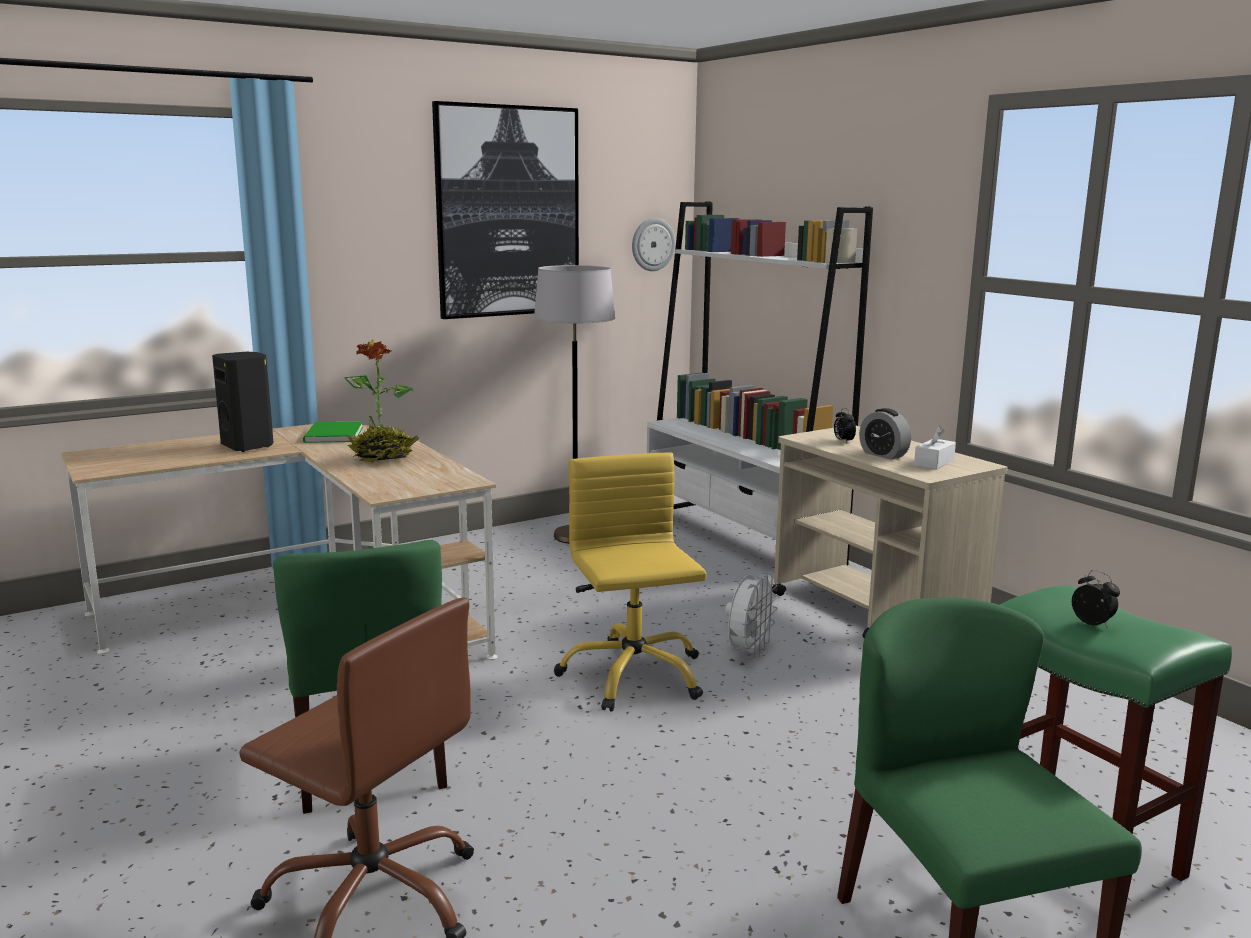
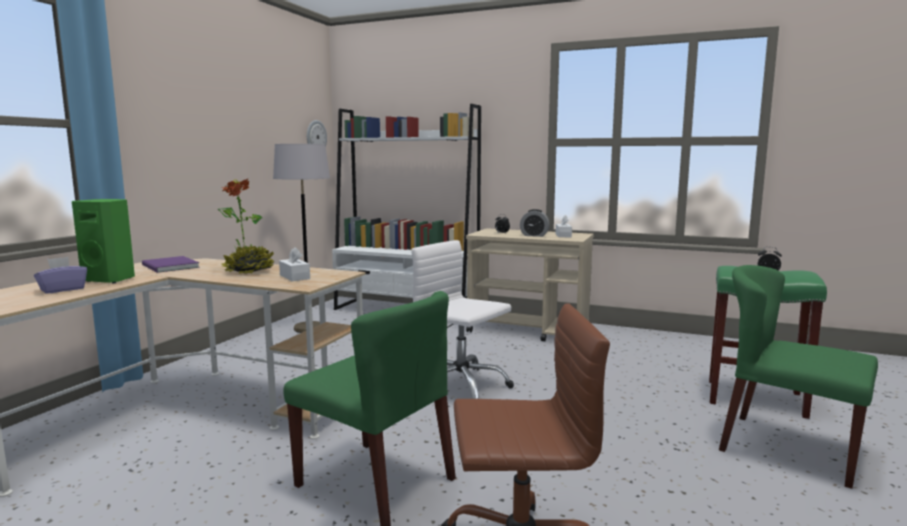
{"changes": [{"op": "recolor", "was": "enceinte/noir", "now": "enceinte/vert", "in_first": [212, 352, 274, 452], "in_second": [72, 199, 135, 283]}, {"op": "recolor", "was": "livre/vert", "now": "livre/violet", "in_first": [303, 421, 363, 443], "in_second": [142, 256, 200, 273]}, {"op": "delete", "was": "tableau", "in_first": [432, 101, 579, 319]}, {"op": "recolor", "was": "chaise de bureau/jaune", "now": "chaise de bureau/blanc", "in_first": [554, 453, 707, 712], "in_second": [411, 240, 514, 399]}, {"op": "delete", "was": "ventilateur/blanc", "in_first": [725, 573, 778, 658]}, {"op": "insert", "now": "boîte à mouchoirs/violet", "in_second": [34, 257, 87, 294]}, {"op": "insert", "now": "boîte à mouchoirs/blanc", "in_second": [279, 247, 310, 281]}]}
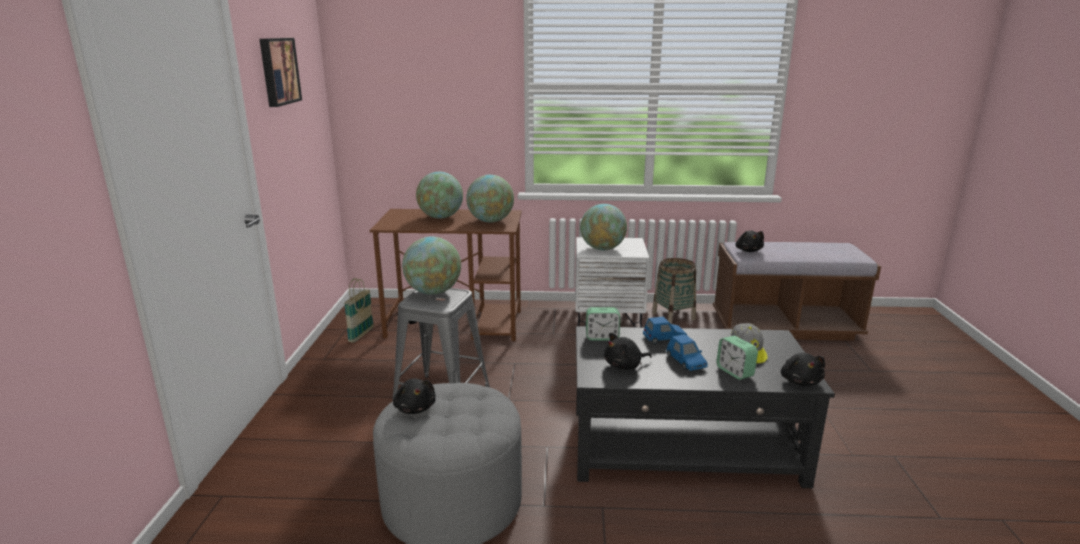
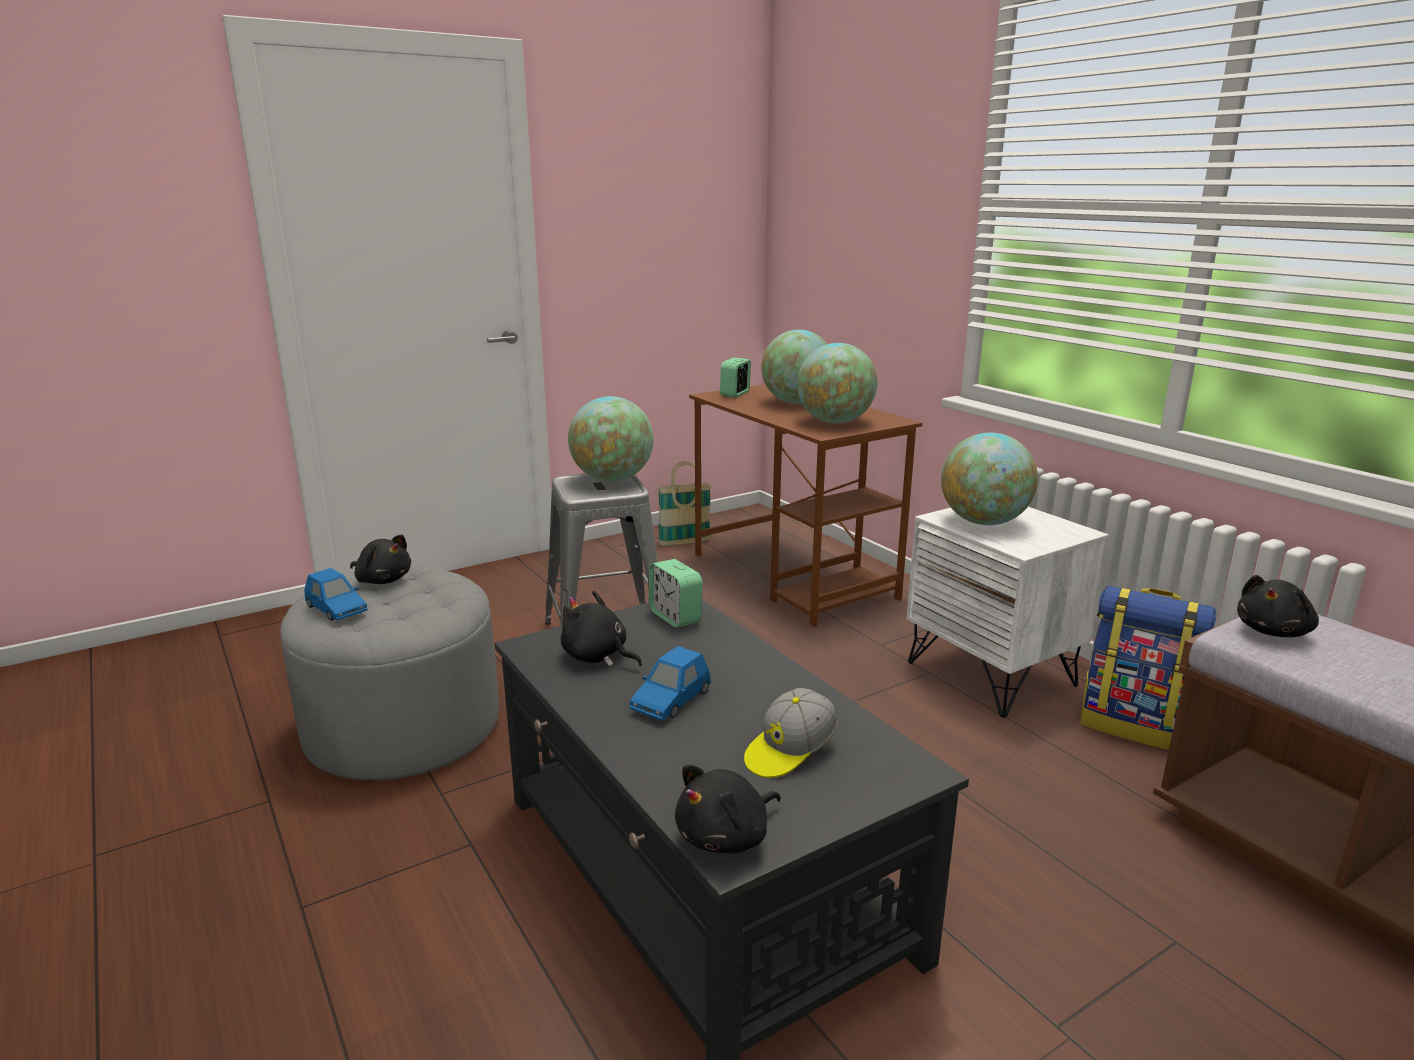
{"changes": [{"op": "delete", "was": "tableau", "in_first": [259, 38, 302, 107]}, {"op": "rotate", "was": "peluche/noir", "in_first": [393, 379, 436, 414], "in_second": [350, 535, 411, 584], "clockwise": -90}, {"op": "move", "was": "petite voiture/bleu", "in_first": [643, 316, 687, 344], "in_second": [304, 568, 368, 621]}, {"op": "replace", "was": "panier", "now": "sac à dos", "in_first": [652, 258, 696, 324], "in_second": [1081, 586, 1216, 750]}, {"op": "move", "was": "réveil", "in_first": [716, 336, 758, 380], "in_second": [720, 357, 751, 397]}]}
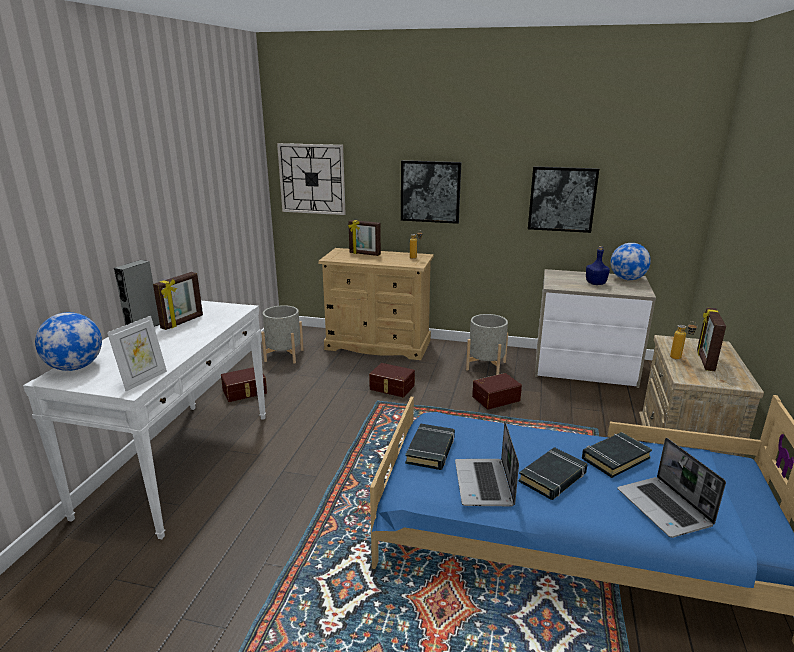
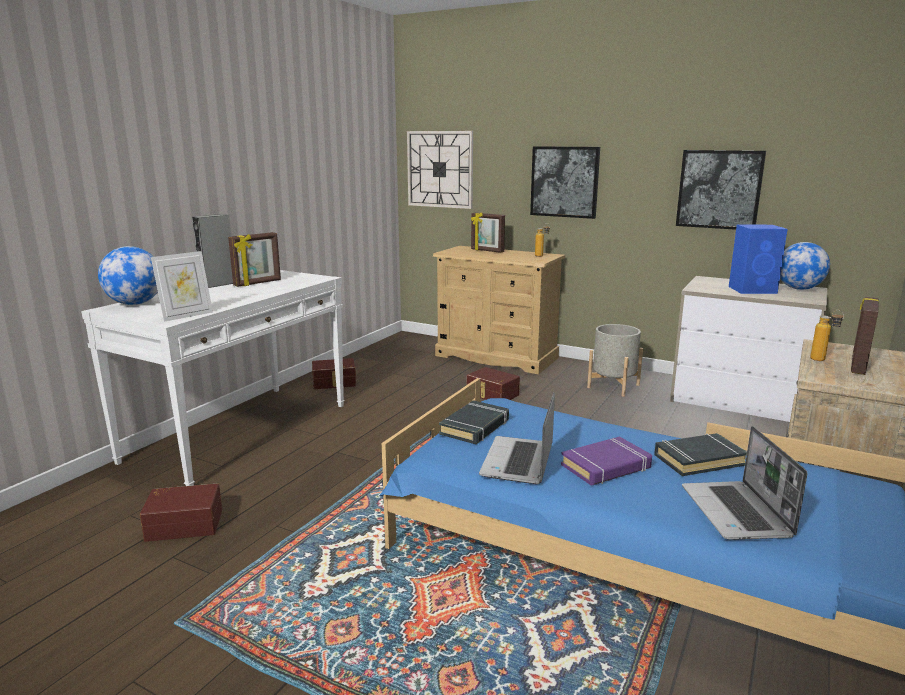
{"changes": [{"op": "delete", "was": "cache-pot/gris", "in_first": [261, 305, 304, 364]}, {"op": "move", "was": "boîte de rangement/marron", "in_first": [472, 373, 522, 410], "in_second": [140, 483, 222, 542]}, {"op": "recolor", "was": "livre/noir", "now": "livre/violet", "in_first": [519, 447, 587, 500], "in_second": [561, 436, 652, 486]}, {"op": "replace", "was": "bouteille/bleu", "now": "enceinte/bleu", "in_first": [586, 246, 610, 285], "in_second": [729, 225, 788, 294]}]}
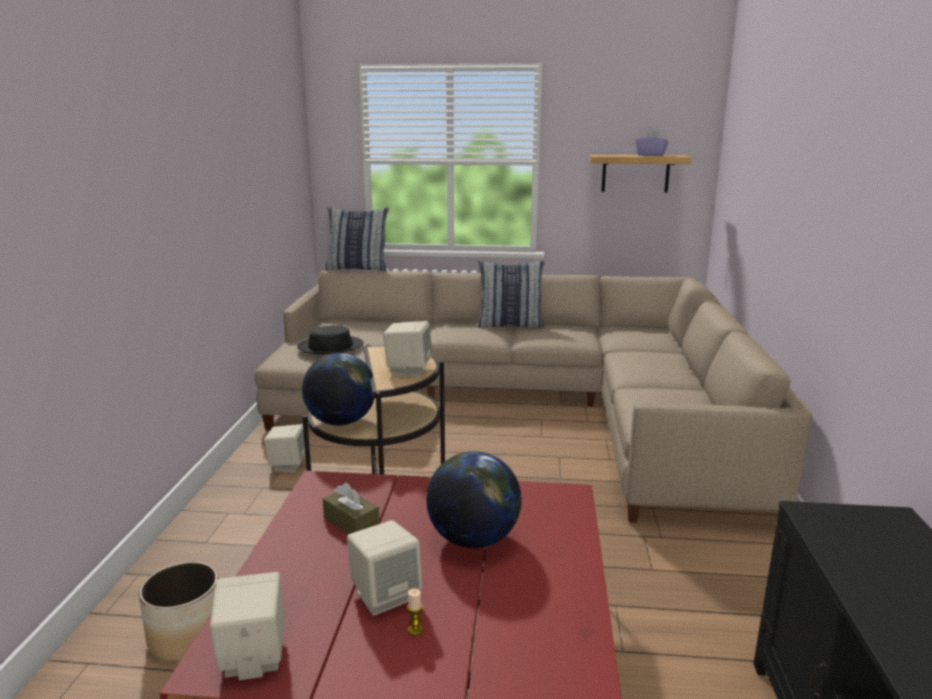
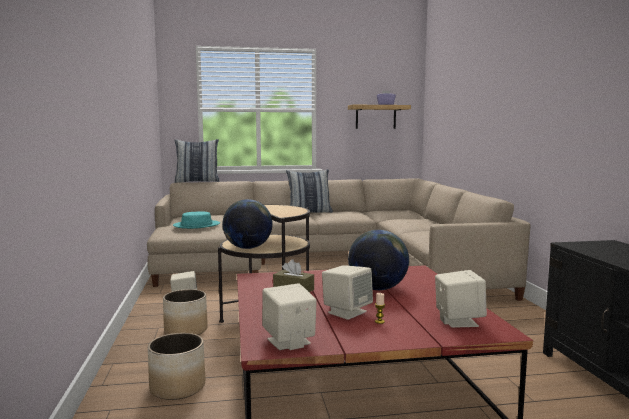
{"changes": [{"op": "recolor", "was": "chapeau/noir", "now": "chapeau/turquoise", "in_first": [297, 326, 363, 354], "in_second": [173, 211, 220, 229]}, {"op": "move", "was": "enceinte/beige", "in_first": [383, 321, 432, 377], "in_second": [435, 270, 487, 328]}, {"op": "insert", "now": "cache-pot", "in_second": [163, 289, 208, 335]}]}
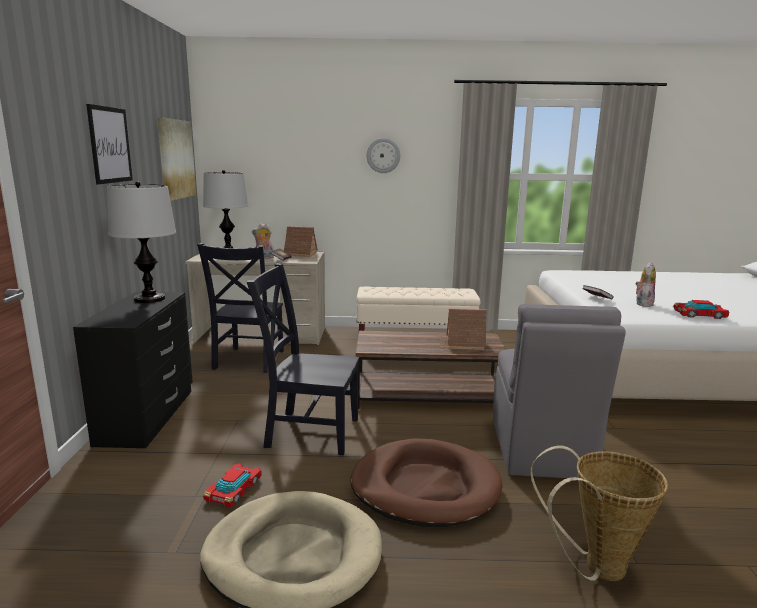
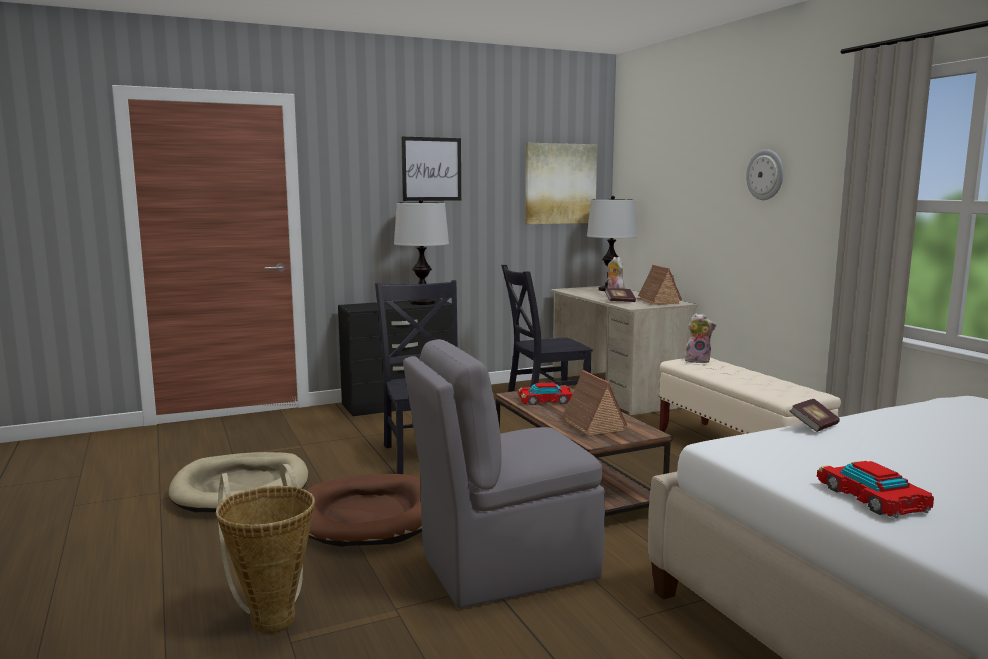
{"changes": [{"op": "move", "was": "petite voiture", "in_first": [203, 463, 262, 508], "in_second": [518, 383, 573, 405]}, {"op": "move", "was": "peluche", "in_first": [635, 262, 656, 307], "in_second": [685, 313, 717, 363]}]}
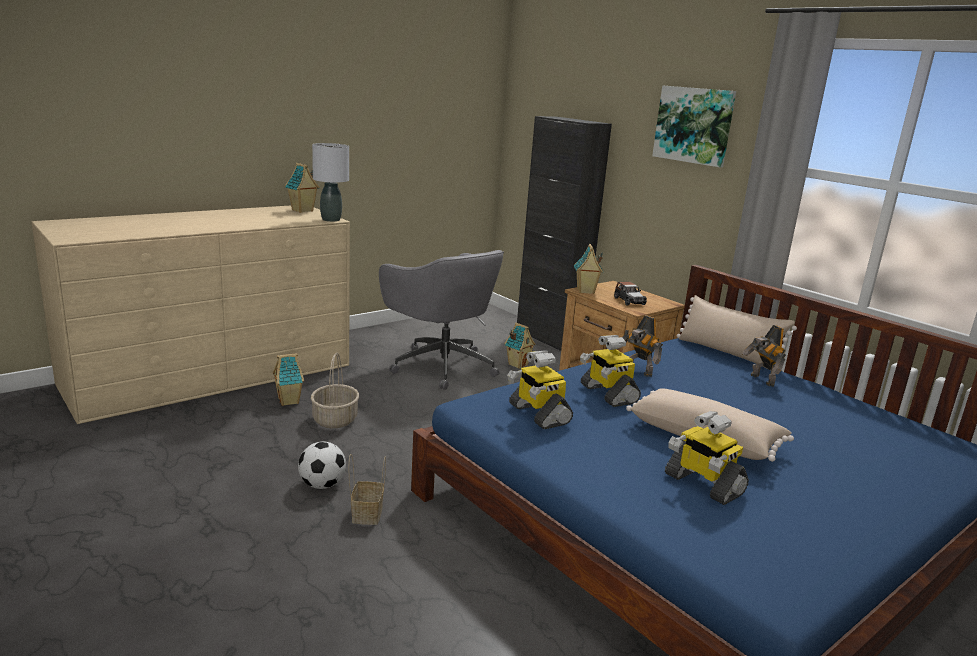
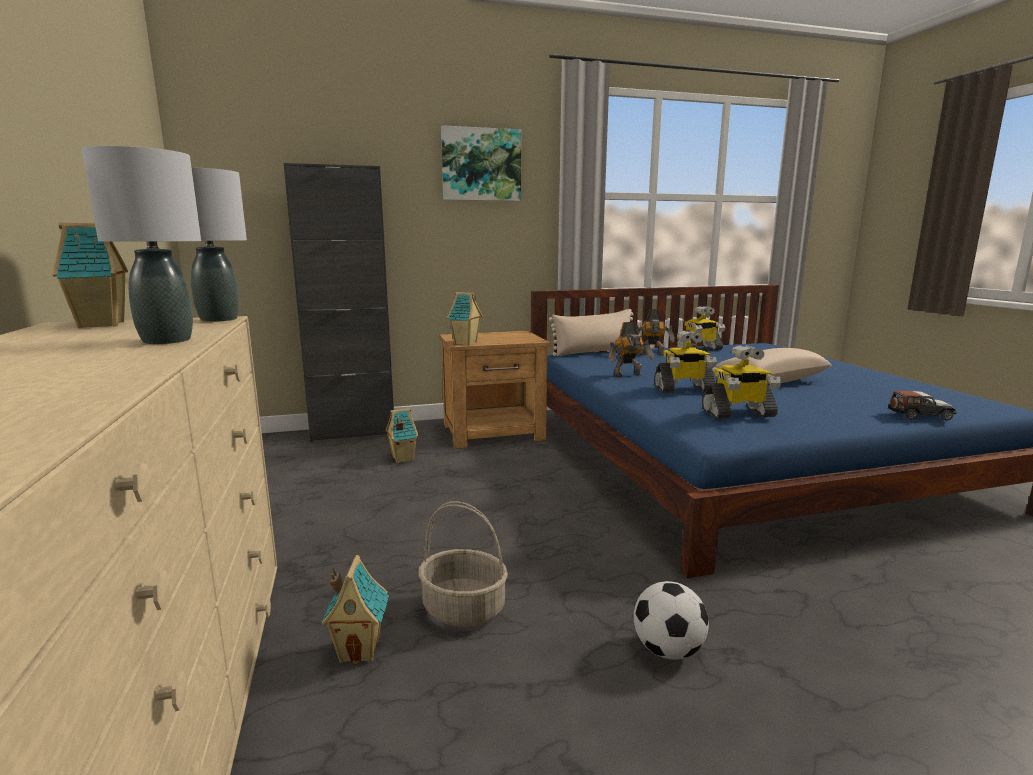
{"changes": [{"op": "delete", "was": "panier", "in_first": [349, 454, 386, 525]}, {"op": "delete", "was": "chaise de bureau/gris", "in_first": [379, 250, 504, 390]}, {"op": "move", "was": "petite voiture", "in_first": [614, 282, 647, 306], "in_second": [888, 391, 957, 421]}, {"op": "move", "was": "robot jouet", "in_first": [665, 411, 749, 505], "in_second": [677, 306, 725, 350]}, {"op": "insert", "now": "lampe de table/gris", "in_second": [82, 146, 201, 344]}]}
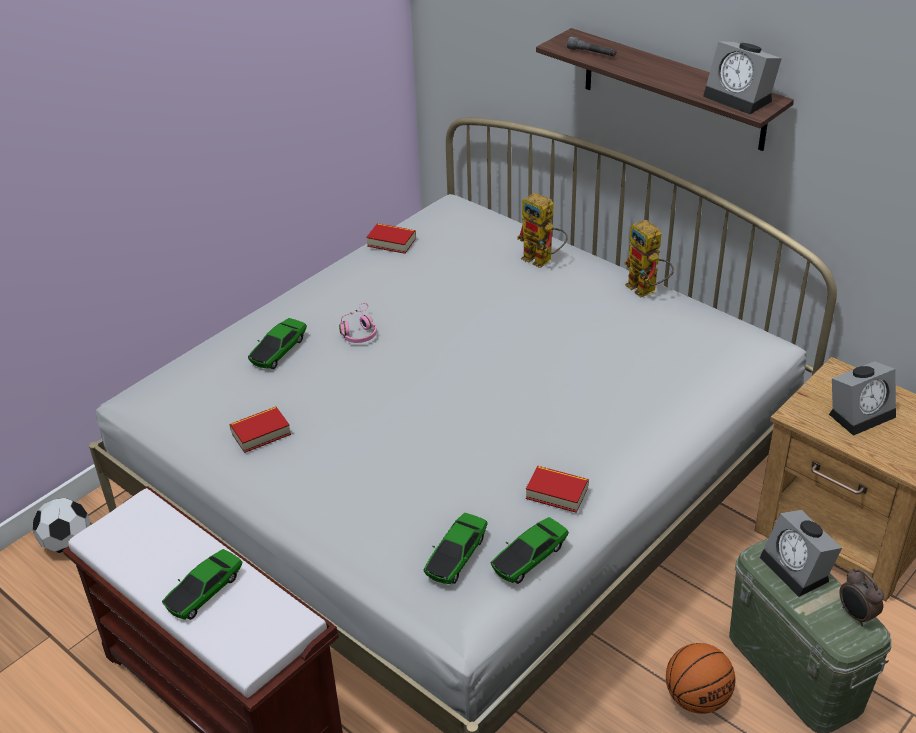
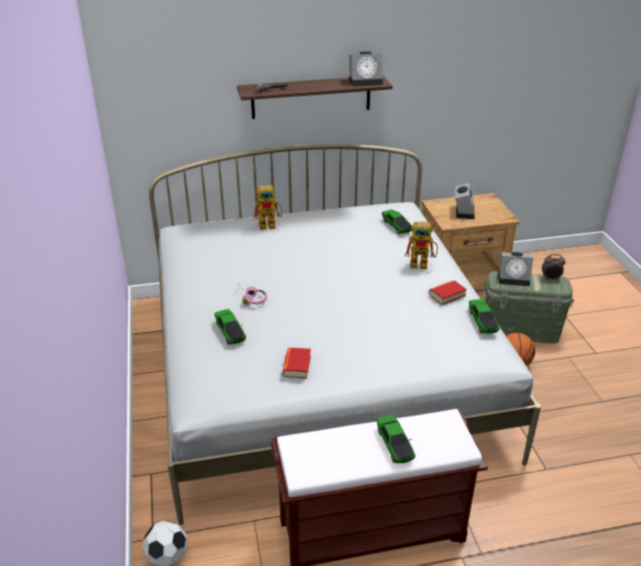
{"changes": [{"op": "delete", "was": "livre", "in_first": [366, 223, 416, 254]}, {"op": "move", "was": "petite voiture", "in_first": [424, 513, 488, 584], "in_second": [382, 209, 413, 234]}, {"op": "move", "was": "robot jouet", "in_first": [624, 220, 674, 297], "in_second": [405, 222, 438, 269]}]}
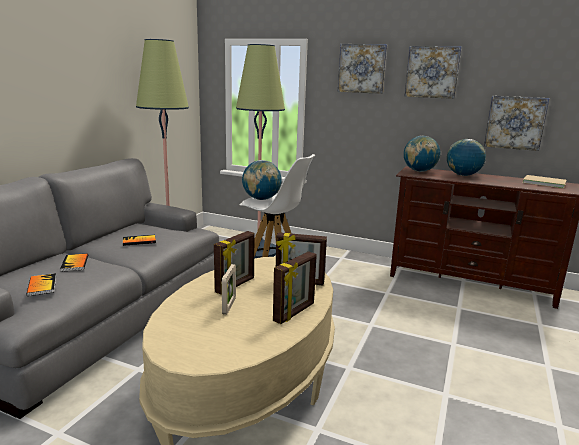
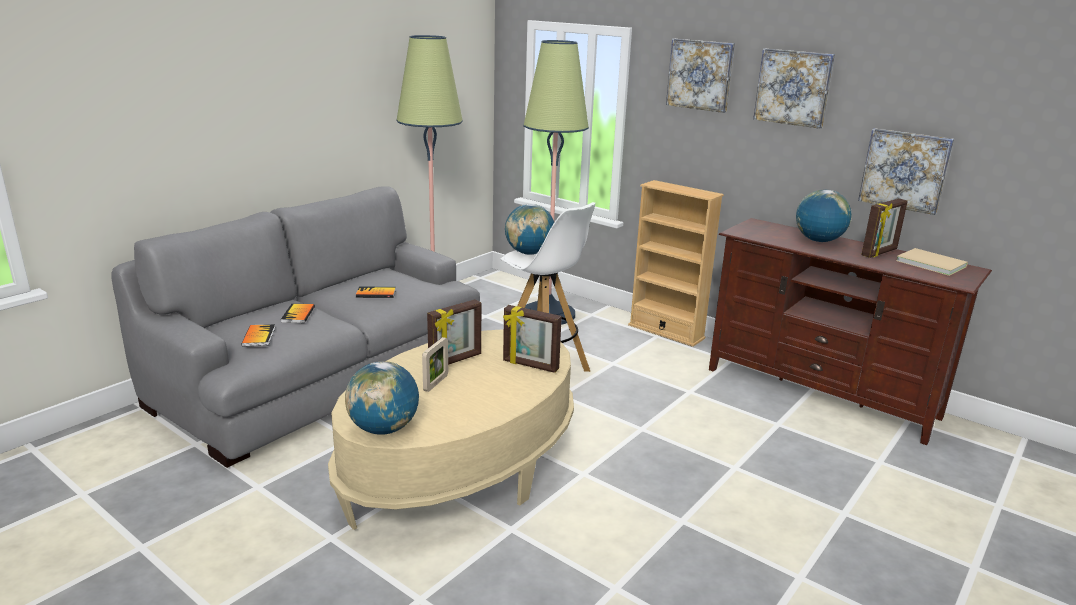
{"changes": [{"op": "move", "was": "cadre photo", "in_first": [273, 251, 317, 324], "in_second": [861, 199, 908, 258]}, {"op": "move", "was": "globe", "in_first": [404, 136, 440, 172], "in_second": [345, 361, 419, 435]}, {"op": "insert", "now": "bibliothèque/beige", "in_second": [628, 180, 724, 347]}]}
